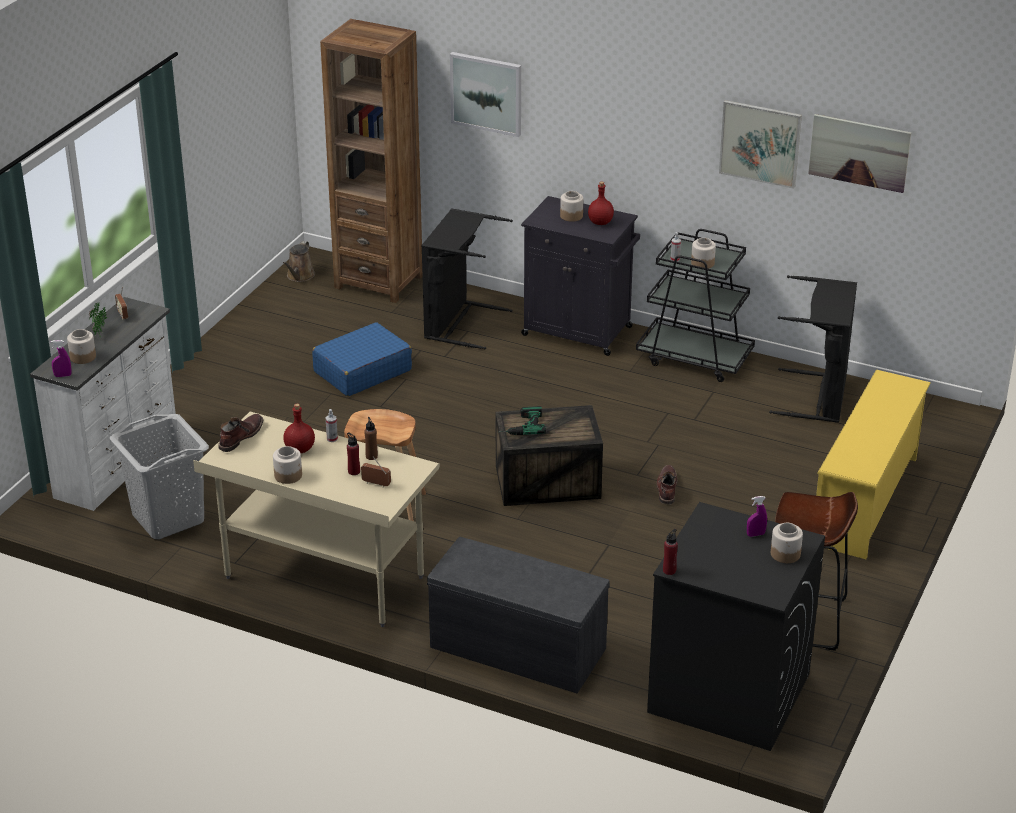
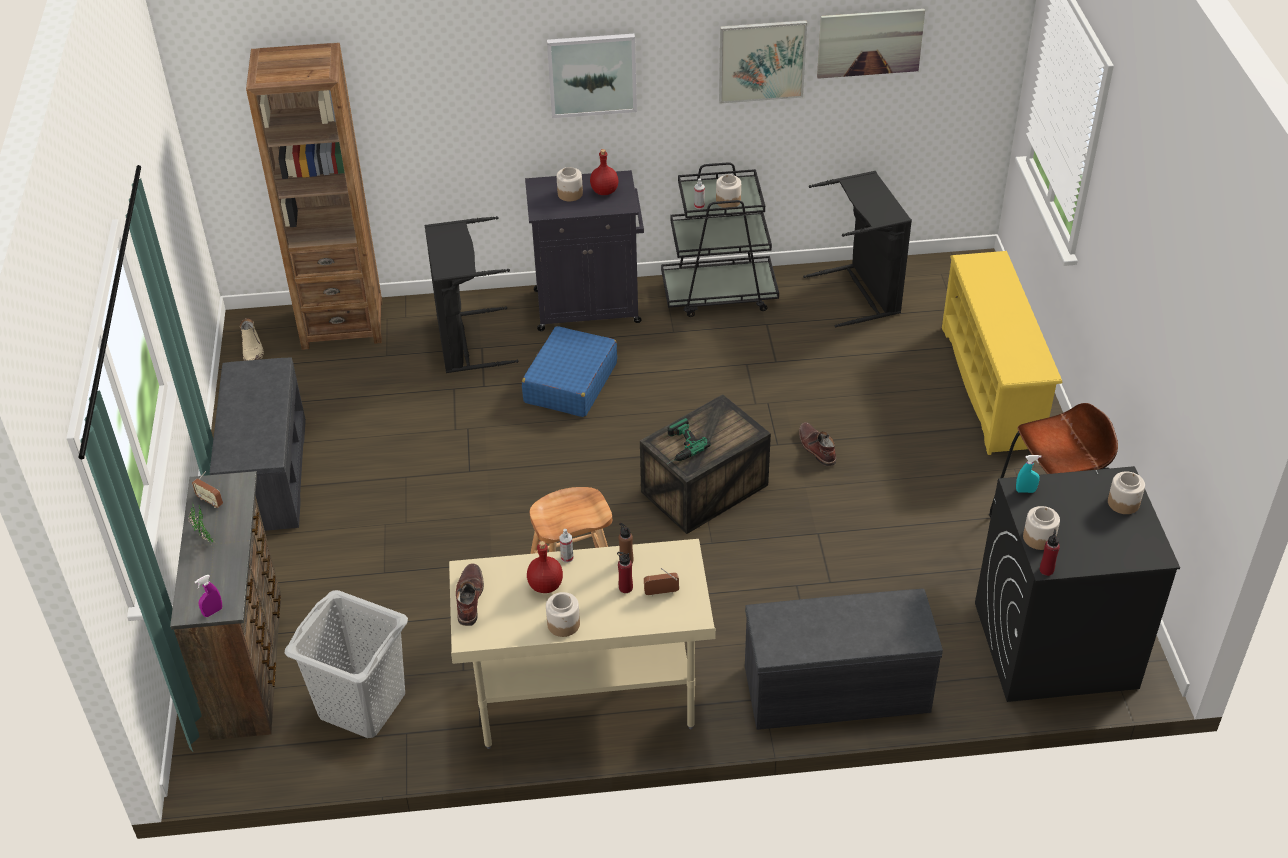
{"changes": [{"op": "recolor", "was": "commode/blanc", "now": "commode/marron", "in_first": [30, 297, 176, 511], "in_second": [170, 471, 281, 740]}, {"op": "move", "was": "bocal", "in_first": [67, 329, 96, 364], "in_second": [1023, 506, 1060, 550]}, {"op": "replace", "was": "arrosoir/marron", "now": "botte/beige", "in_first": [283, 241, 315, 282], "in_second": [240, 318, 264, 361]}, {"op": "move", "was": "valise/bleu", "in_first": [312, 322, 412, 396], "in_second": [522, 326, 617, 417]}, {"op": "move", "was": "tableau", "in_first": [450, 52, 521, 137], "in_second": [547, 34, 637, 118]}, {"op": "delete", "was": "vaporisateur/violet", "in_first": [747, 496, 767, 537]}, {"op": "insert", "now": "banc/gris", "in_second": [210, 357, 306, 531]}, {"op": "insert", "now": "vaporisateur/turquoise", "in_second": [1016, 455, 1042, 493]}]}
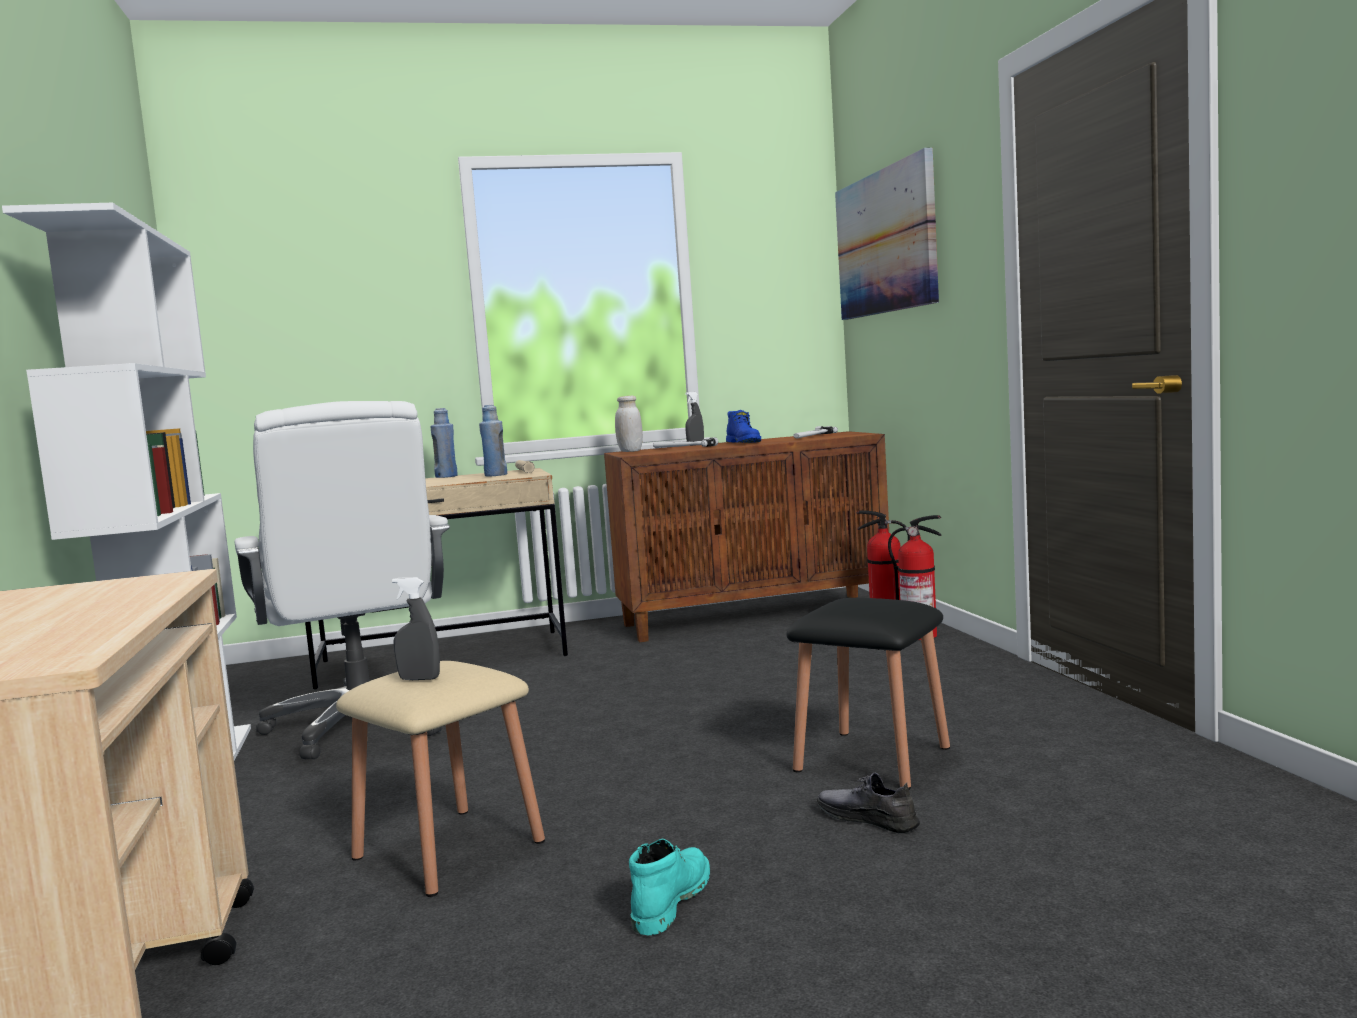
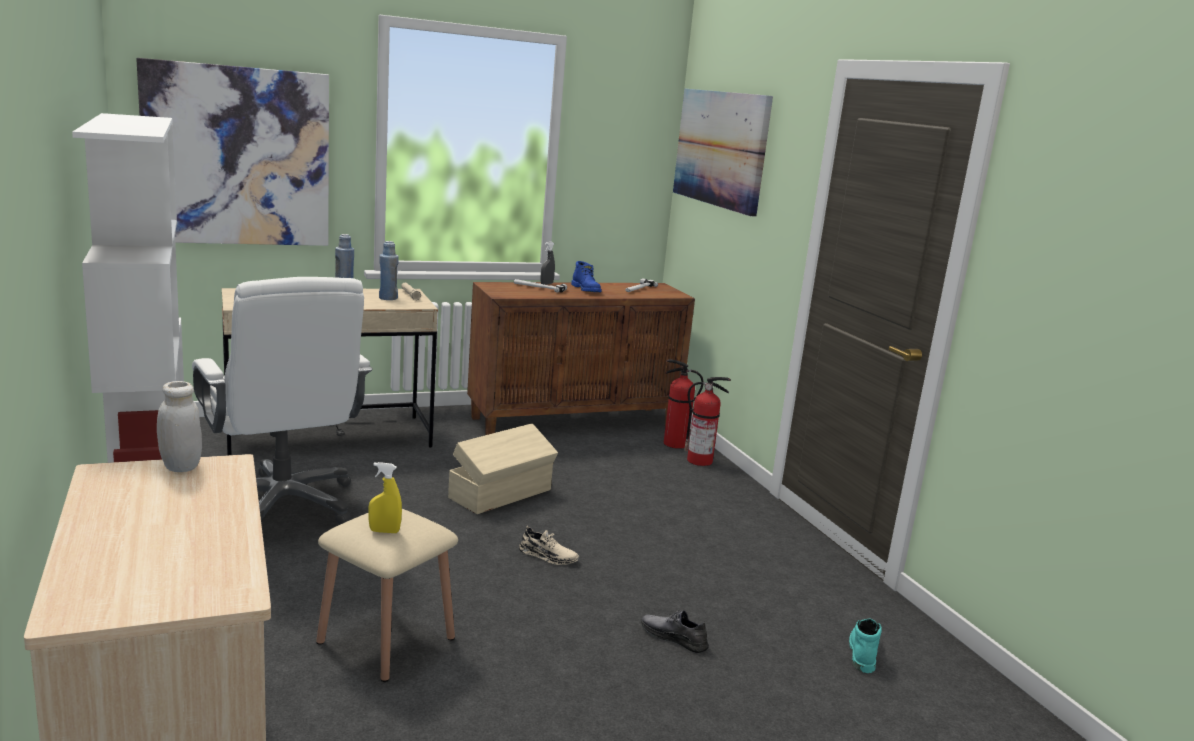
{"changes": [{"op": "recolor", "was": "vaporisateur/gris", "now": "vaporisateur/jaune", "in_first": [392, 577, 440, 680], "in_second": [368, 462, 402, 533]}, {"op": "move", "was": "bocal/blanc", "in_first": [615, 396, 643, 452], "in_second": [157, 381, 202, 472]}, {"op": "move", "was": "botte/turquoise", "in_first": [629, 839, 710, 935], "in_second": [849, 618, 882, 673]}, {"op": "delete", "was": "tabouret/noir", "in_first": [786, 598, 950, 790]}, {"op": "insert", "now": "tableau", "in_second": [136, 58, 329, 246]}, {"op": "insert", "now": "boîte de rangement/beige", "in_second": [448, 423, 558, 514]}, {"op": "insert", "now": "chaussure/beige", "in_second": [519, 526, 579, 565]}]}
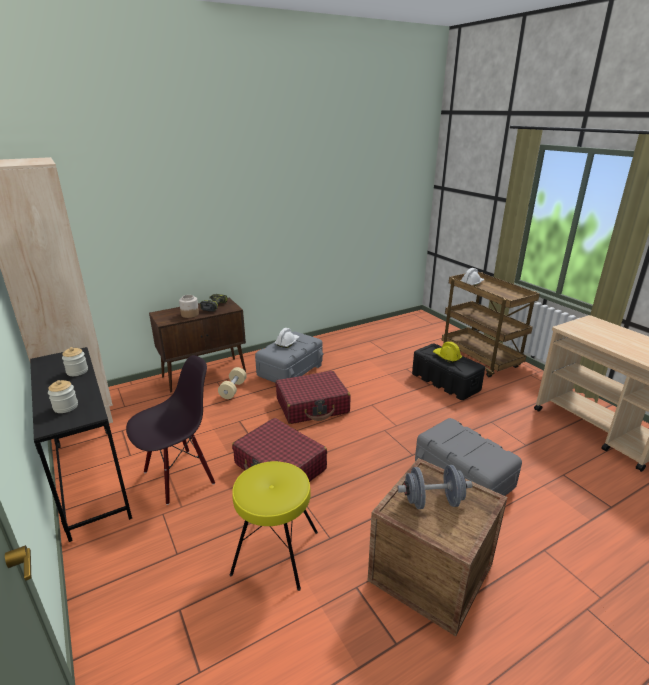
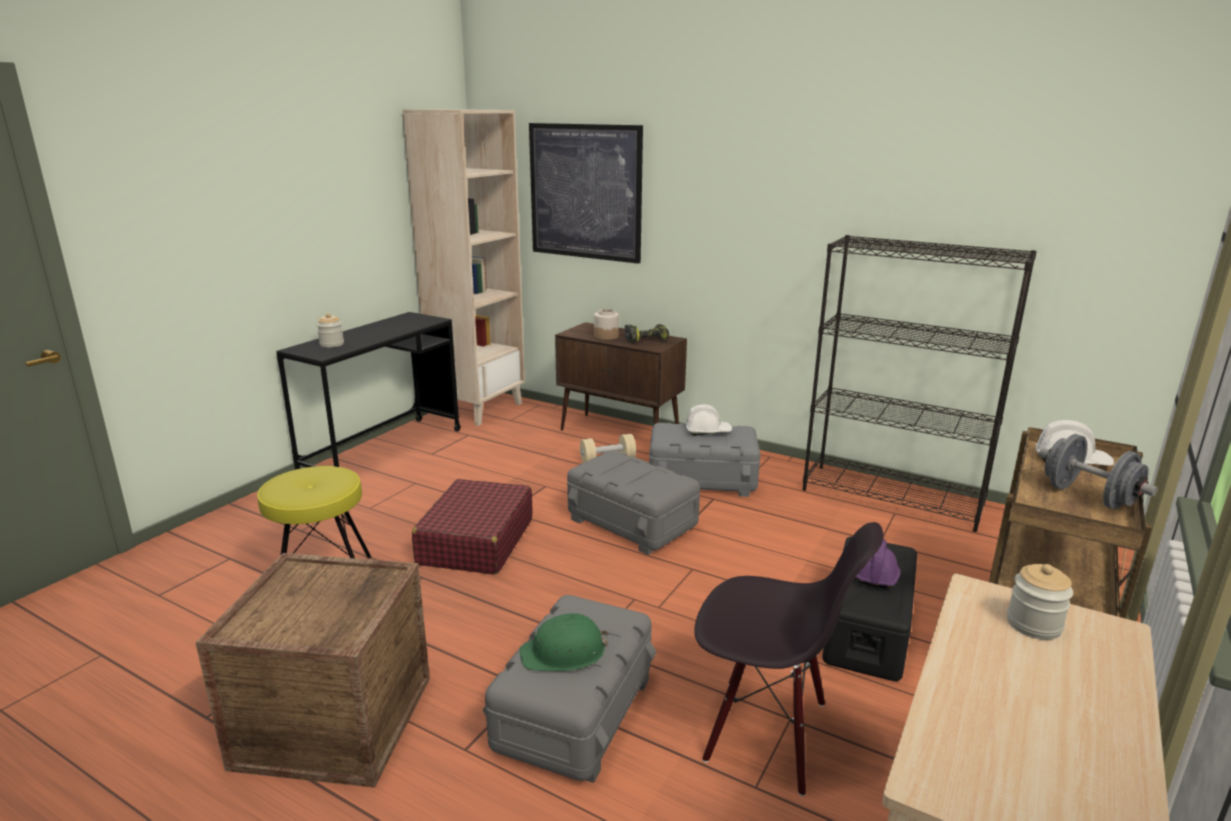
{"changes": [{"op": "move", "was": "bocal", "in_first": [62, 347, 88, 376], "in_second": [1007, 564, 1073, 640]}, {"op": "move", "was": "chaise/noir", "in_first": [126, 355, 215, 505], "in_second": [694, 522, 884, 796]}, {"op": "replace", "was": "valise/rouge", "now": "boîte de rangement/gris", "in_first": [276, 371, 350, 424], "in_second": [567, 450, 700, 555]}, {"op": "move", "was": "haltère/gris", "in_first": [398, 465, 472, 509], "in_second": [1039, 434, 1158, 509]}, {"op": "recolor", "was": "casque de chantier/jaune", "now": "casque de chantier/violet", "in_first": [433, 341, 462, 363], "in_second": [856, 539, 900, 588]}, {"op": "insert", "now": "casque de chantier/vert", "in_second": [519, 613, 608, 672]}, {"op": "insert", "now": "tableau", "in_second": [529, 123, 643, 264]}, {"op": "insert", "now": "bibliothèque/noir", "in_second": [803, 235, 1037, 532]}]}
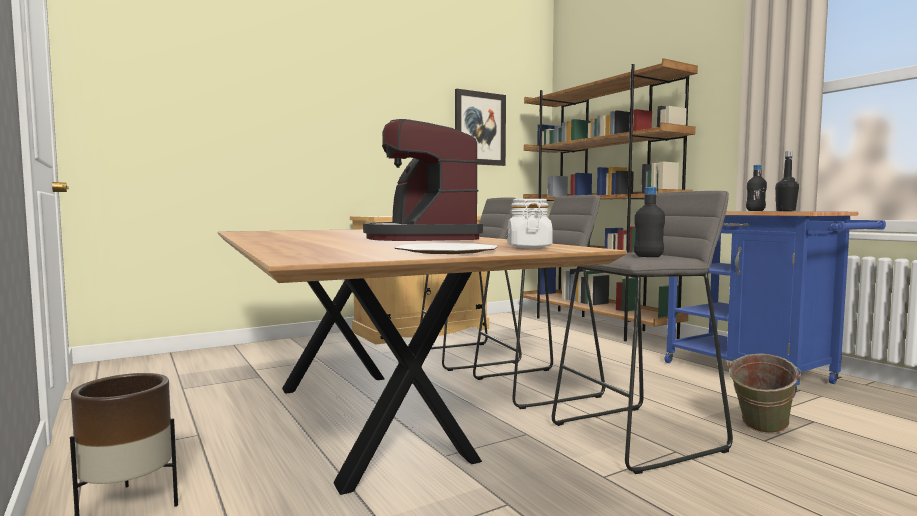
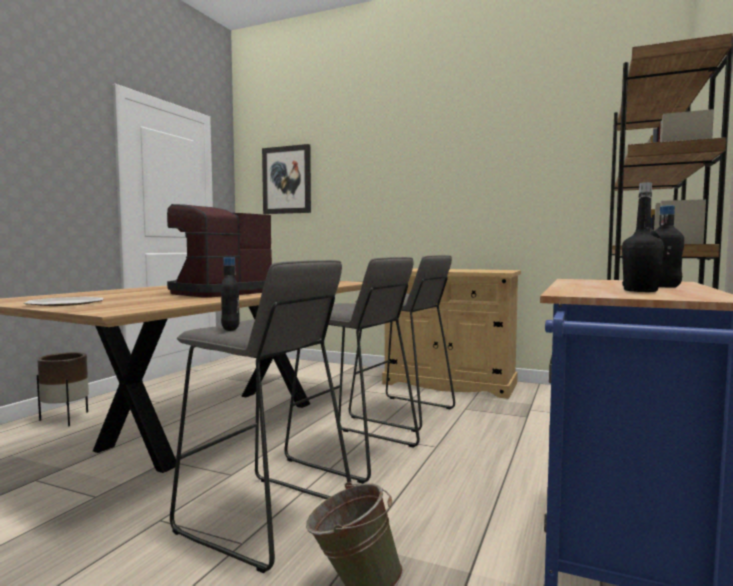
{"changes": [{"op": "move", "was": "tableau", "in_first": [455, 89, 506, 166], "in_second": [262, 144, 311, 214]}, {"op": "delete", "was": "bocal/blanc", "in_first": [507, 199, 553, 248]}]}
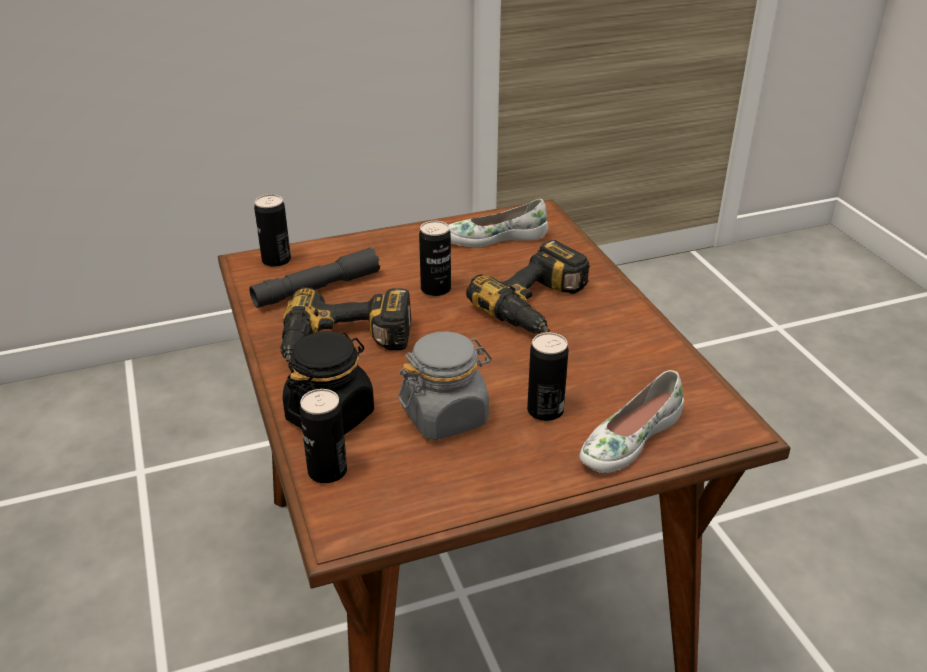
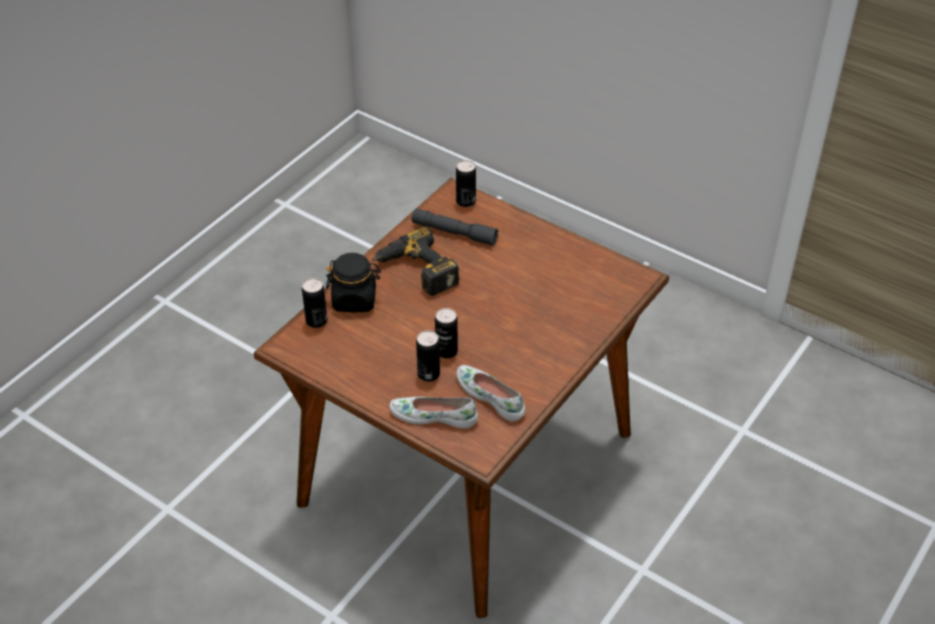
{"changes": [{"op": "delete", "was": "bocal/gris", "in_first": [398, 332, 492, 440]}, {"op": "move", "was": "boîte métallique", "in_first": [419, 221, 451, 297], "in_second": [435, 308, 458, 358]}, {"op": "move", "was": "chaussure/blanc", "in_first": [449, 199, 548, 247], "in_second": [456, 365, 525, 421]}, {"op": "delete", "was": "perceuse", "in_first": [466, 240, 590, 333]}]}
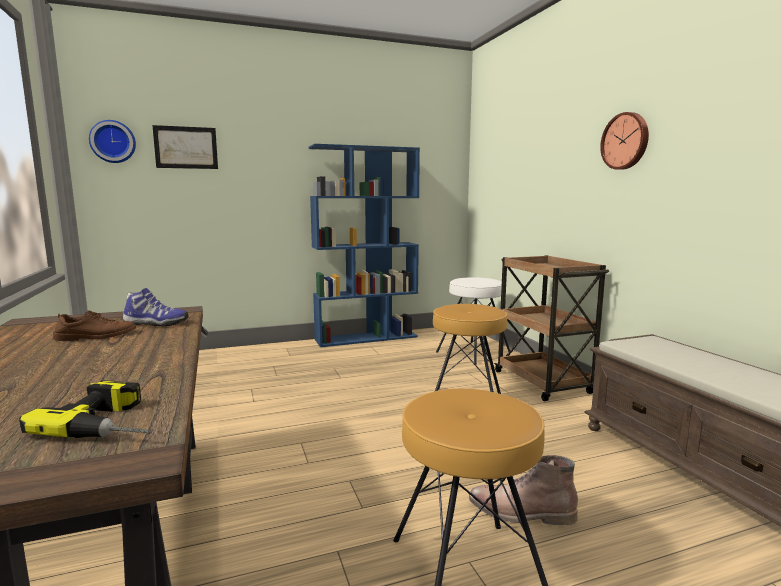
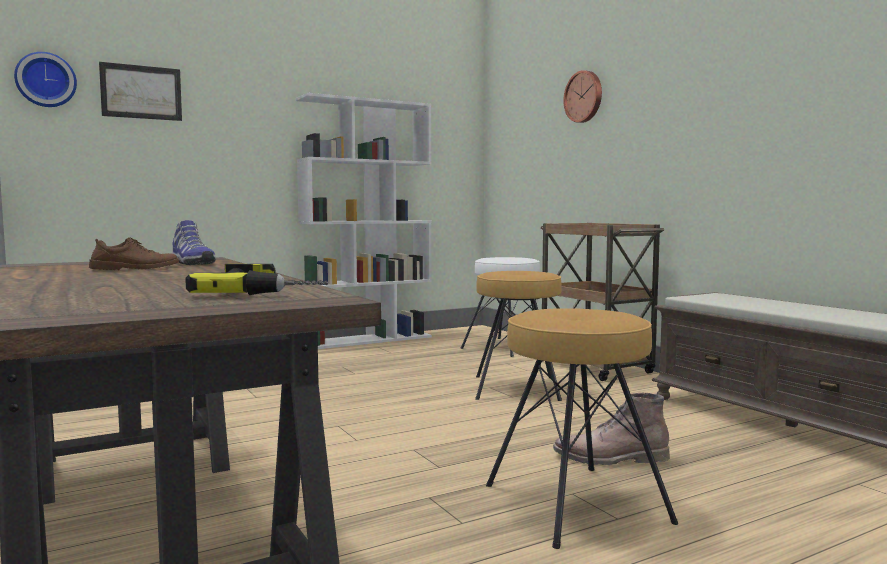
{"changes": [{"op": "rotate", "was": "chaussure", "in_first": [123, 288, 188, 326], "in_second": [172, 220, 216, 265], "clockwise": 60}, {"op": "recolor", "was": "bibliothèque/bleu", "now": "bibliothèque/blanc", "in_first": [309, 144, 420, 347], "in_second": [296, 93, 432, 349]}, {"op": "move", "was": "horloge murale", "in_first": [600, 112, 649, 170], "in_second": [563, 70, 602, 123]}]}
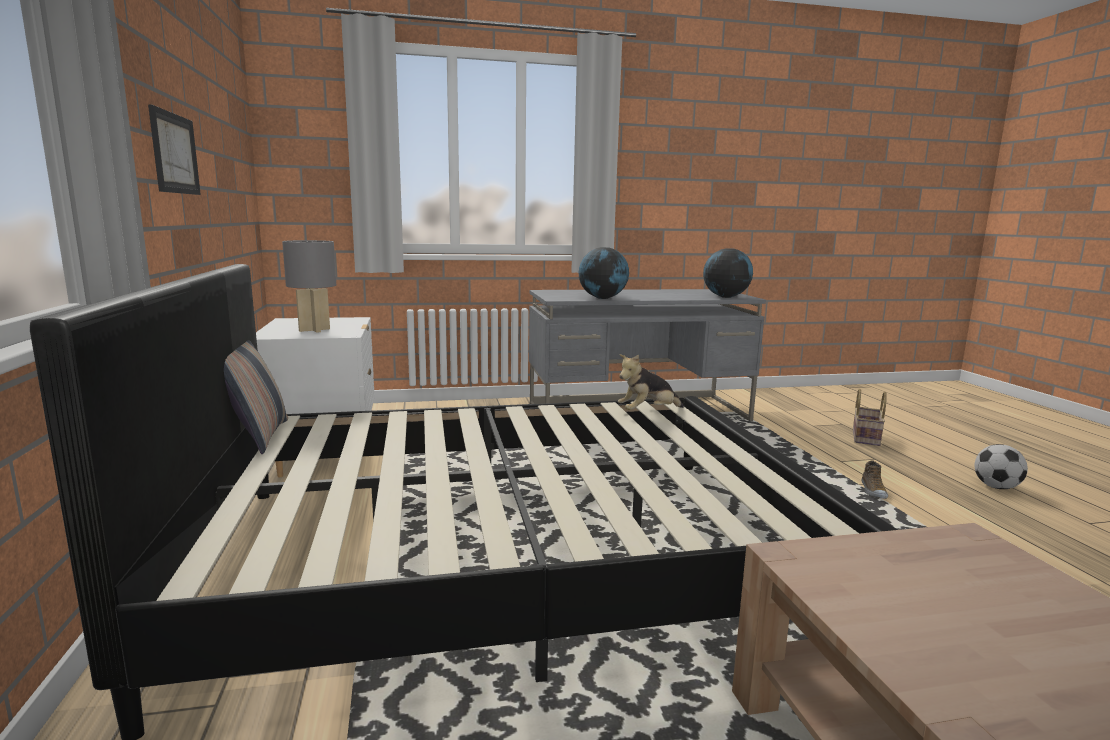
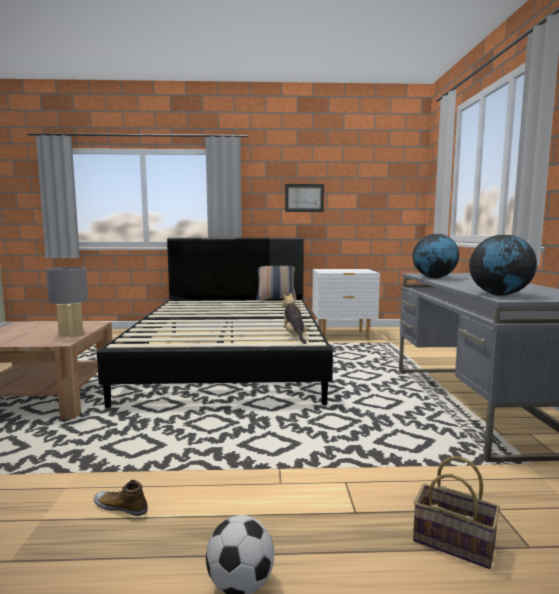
{"changes": [{"op": "move", "was": "lampe de table/gris", "in_first": [282, 240, 336, 333], "in_second": [46, 267, 88, 337]}, {"op": "move", "was": "chaussure", "in_first": [862, 460, 888, 499], "in_second": [94, 480, 148, 517]}]}
